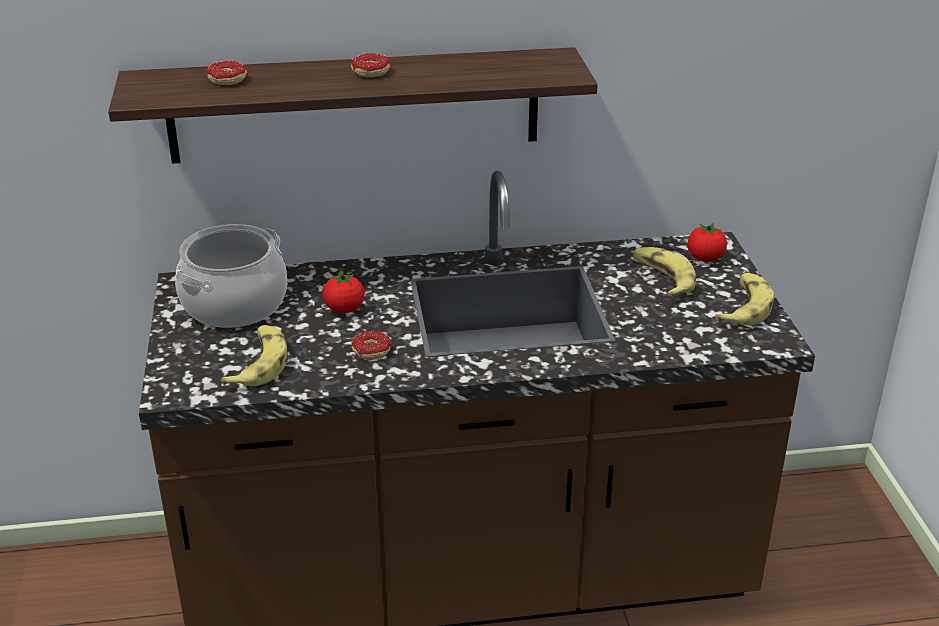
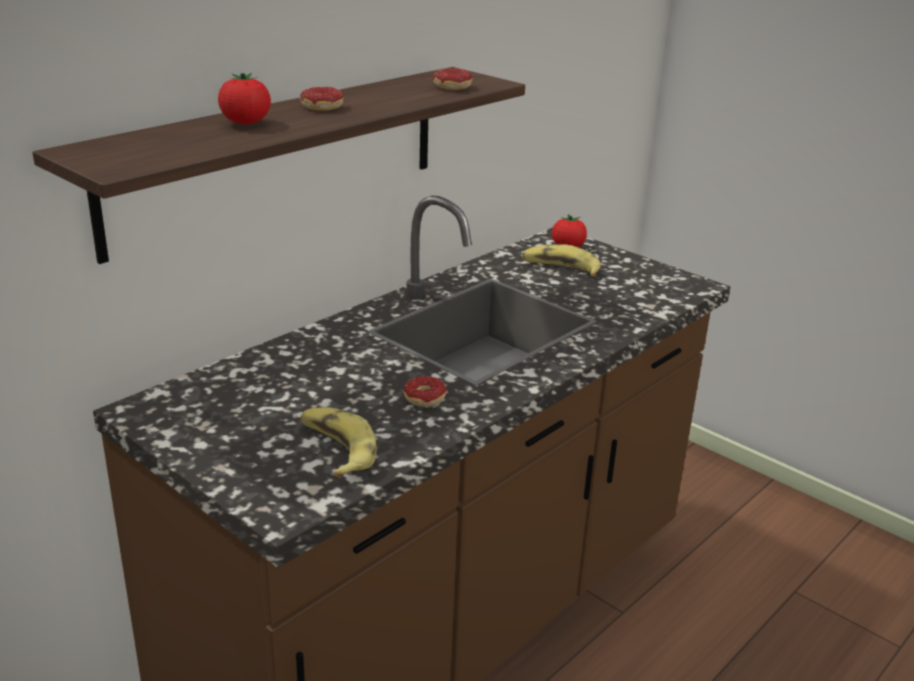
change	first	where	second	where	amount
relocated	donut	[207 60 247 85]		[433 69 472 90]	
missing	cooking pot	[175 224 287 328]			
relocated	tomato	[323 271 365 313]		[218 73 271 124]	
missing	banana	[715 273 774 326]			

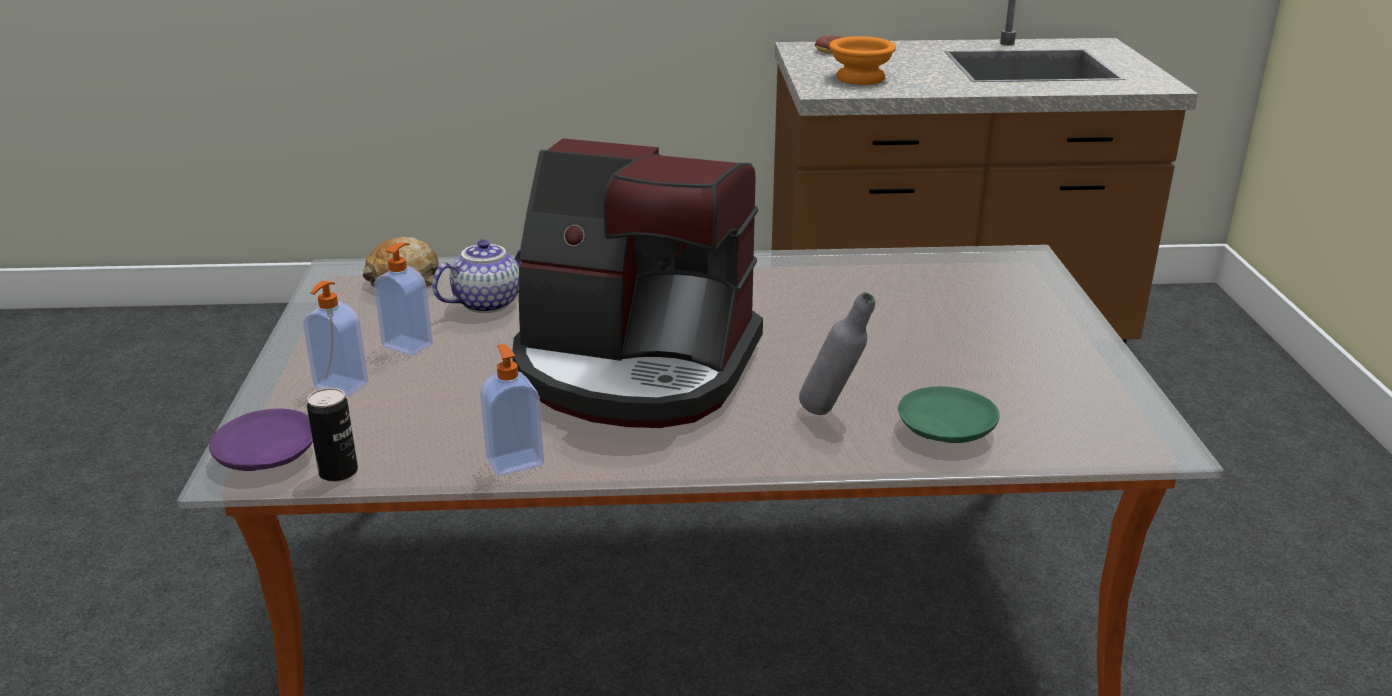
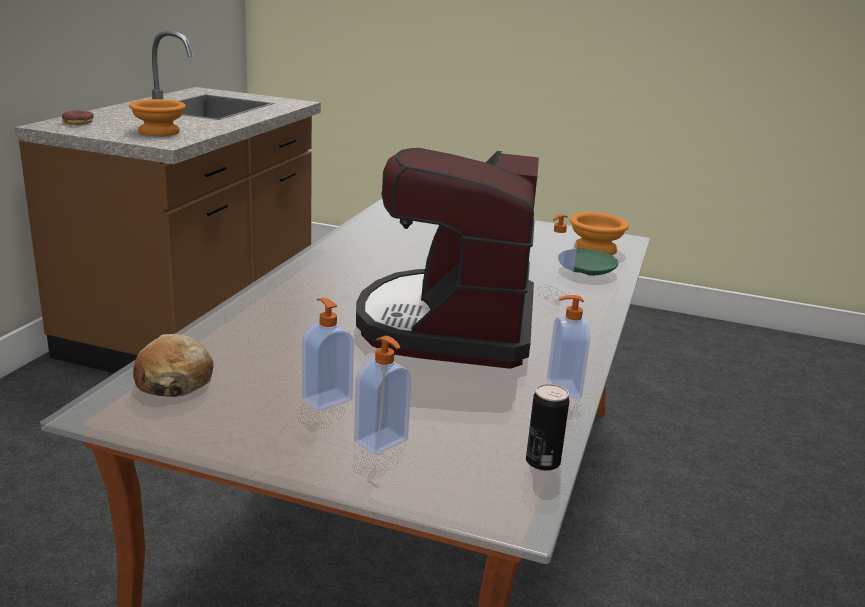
change	first	where	second	where	amount
spun	coffee machine	[512 138 763 428]		[356 148 539 369]	150 degrees clockwise
missing	teapot	[432 239 522 313]			
exchanged	grey bottle	[799 292 875 415]	soap dispenser	[535 214 577 296]	
missing	purple plate	[209 408 313 471]			
appeared			orange bowl	[570 212 629 255]	

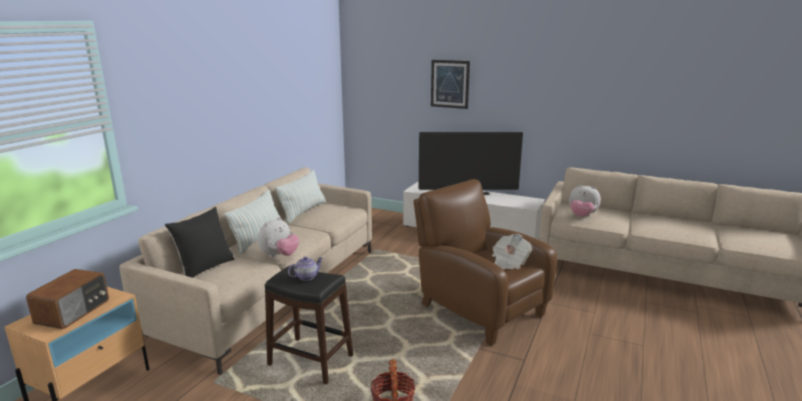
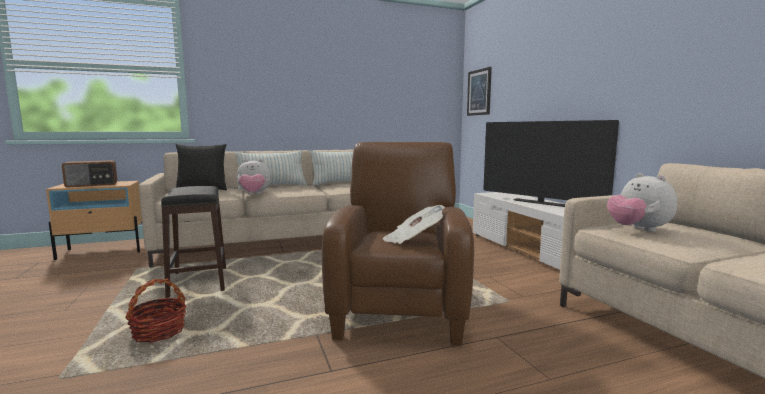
change	first	where	second	where	amount
relocated	picture	[431 60 470 109]		[467 67 492 116]	
missing	teapot	[288 257 323 281]			

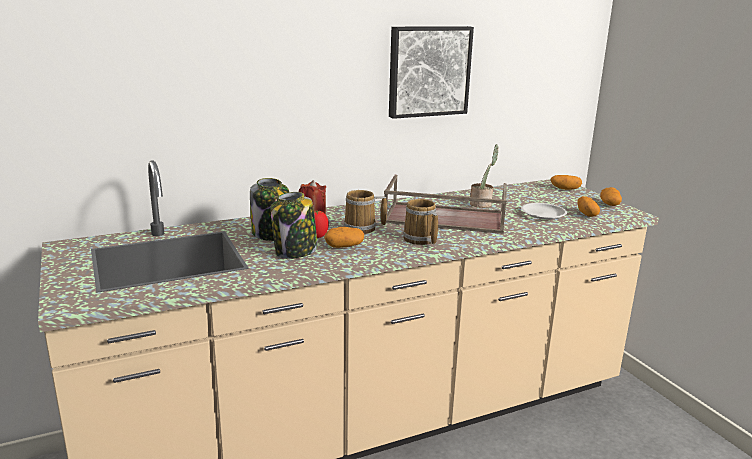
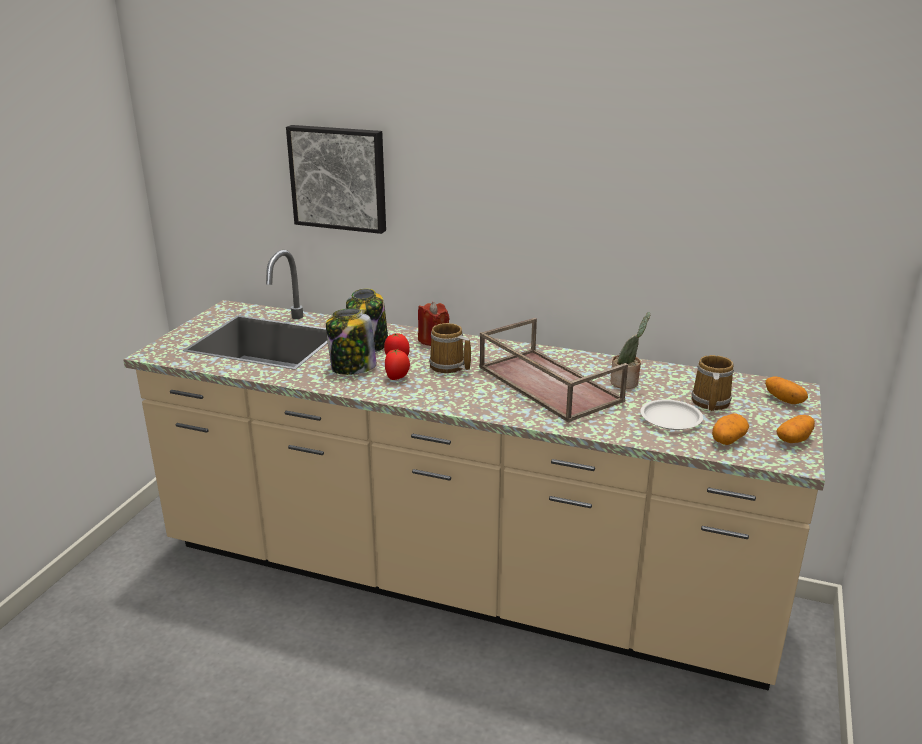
change	first	where	second	where	amount
relocated	picture	[389 26 474 119]		[286 125 386 234]	
relocated	mug	[403 199 438 245]		[692 355 734 412]	
exchanged	potato	[324 227 364 248]	tomato	[385 349 410 380]	

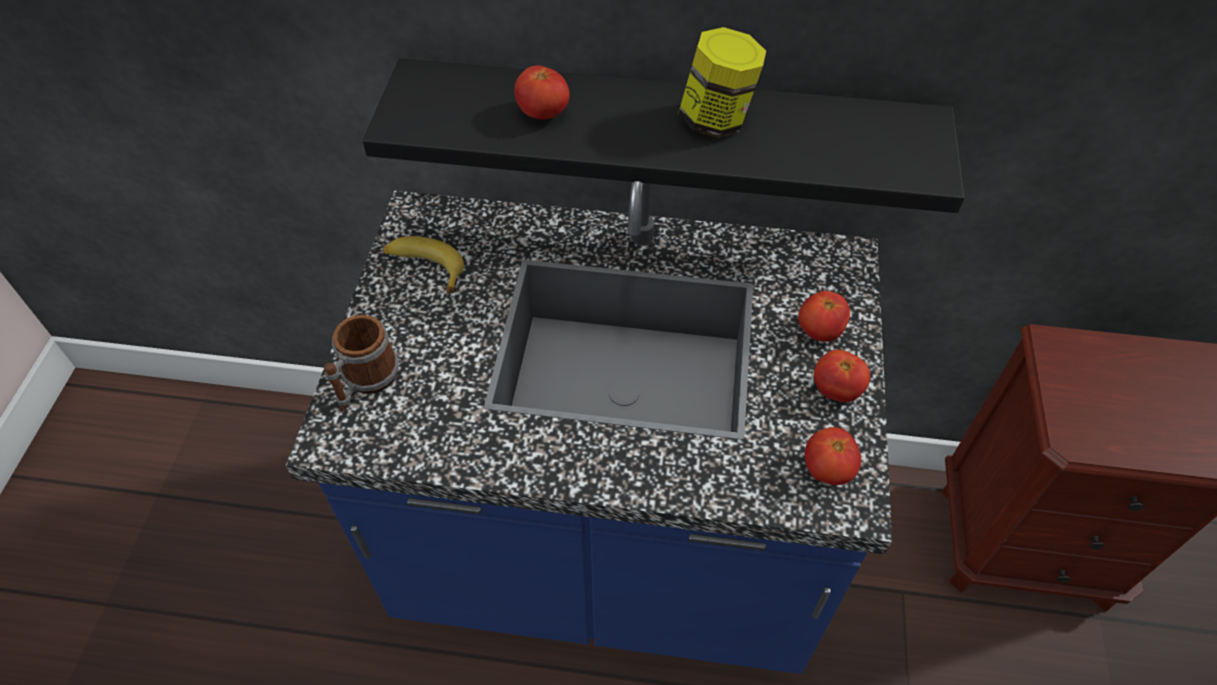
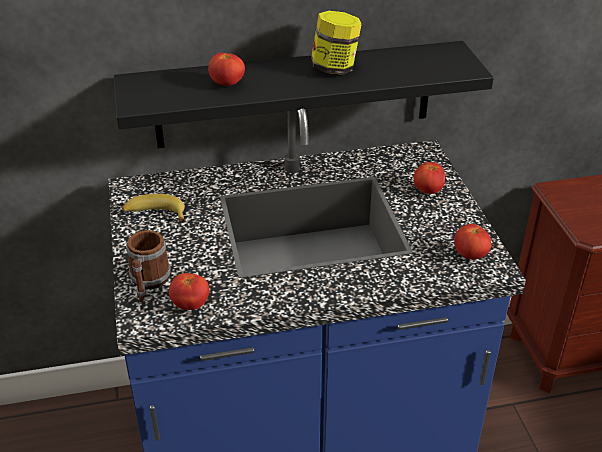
change	first	where	second	where	amount
relocated	tomato	[814 350 870 402]		[169 273 209 310]	

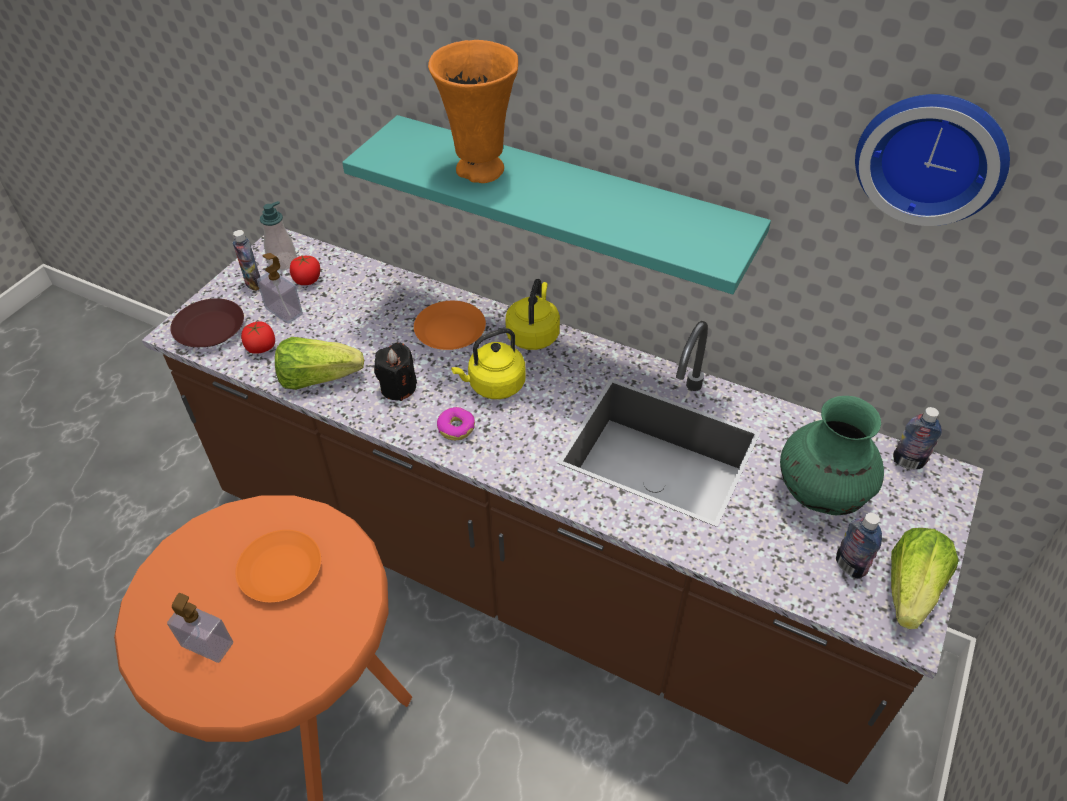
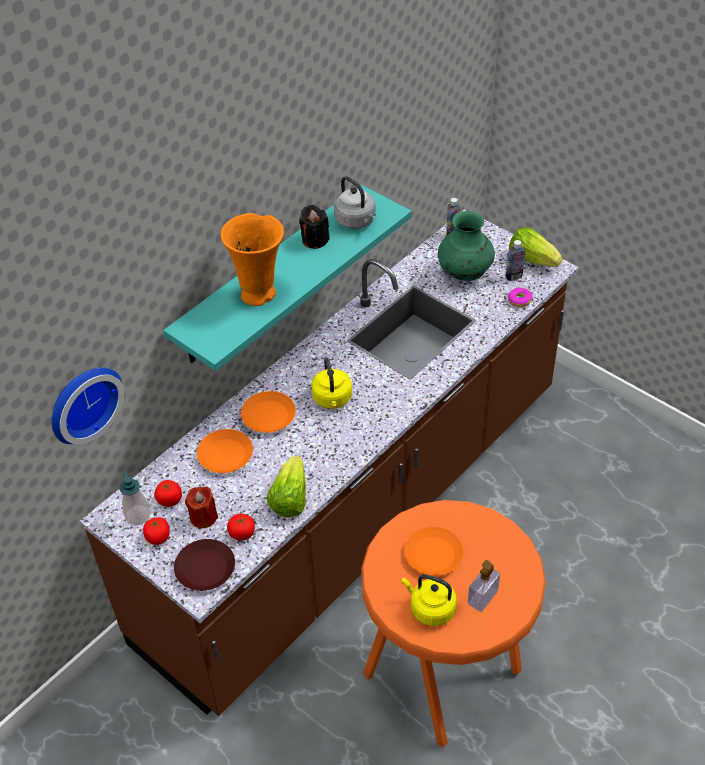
change	first	where	second	where	amount
relocated	wall clock	[855 94 1010 226]		[52 367 124 445]	
exchanged	bottle	[233 230 260 291]	tomato	[143 517 170 545]	
exchanged	soap dispenser	[257 253 303 323]	red candle	[185 487 218 529]	
relocated	yellow kettle	[505 279 560 350]		[402 574 457 626]	
relocated	black candle	[374 342 417 401]		[299 205 330 249]	
relocated	donut	[437 407 475 440]		[508 288 533 307]	
appeared			grey kettle	[334 176 376 229]	
appeared			orange plate	[197 429 253 473]	

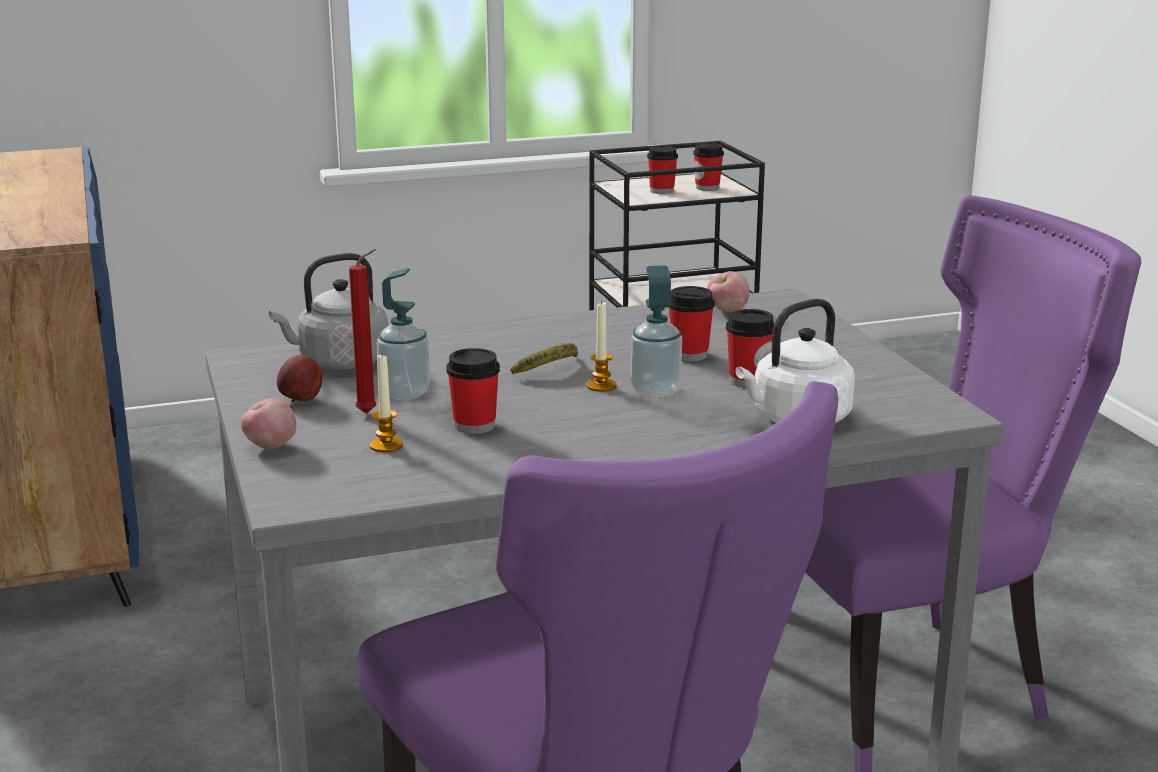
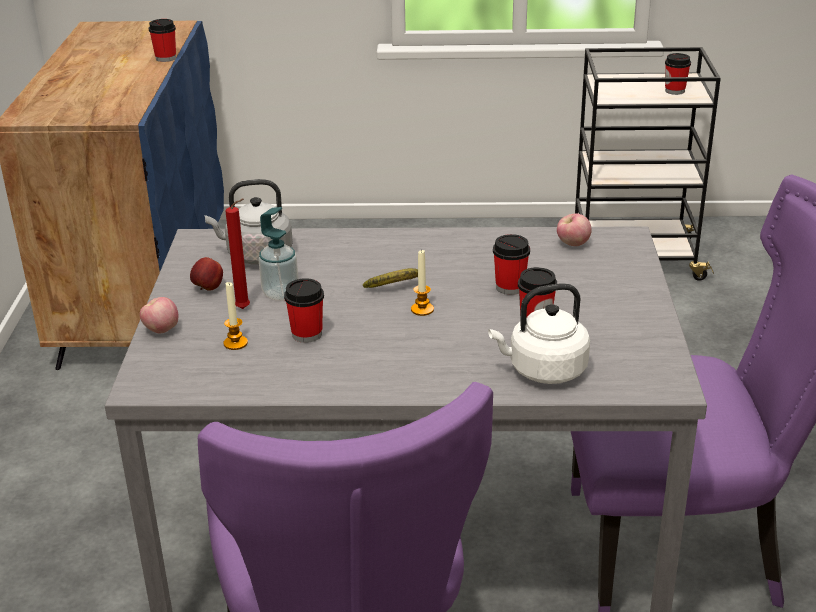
change	first	where	second	where	amount
relocated	cup	[647 146 678 194]		[148 19 176 62]	
missing	soap dispenser	[631 266 682 398]			

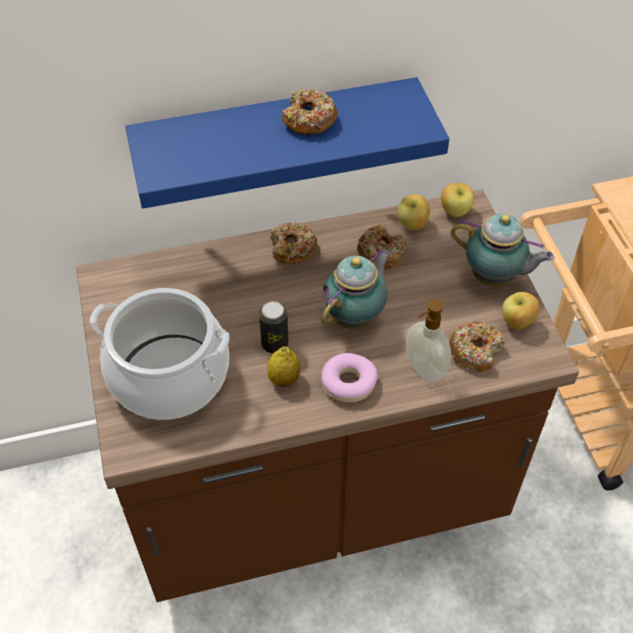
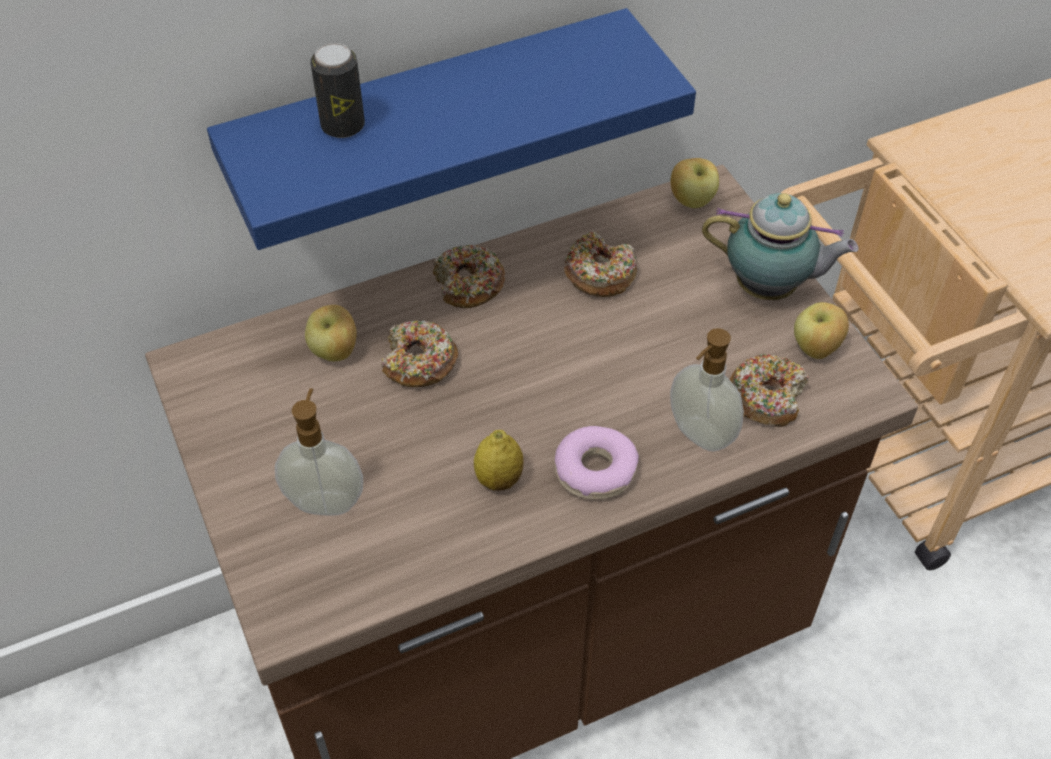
change	first	where	second	where	amount
relocated	donut	[282 89 338 135]		[381 320 458 387]	
relocated	apple	[398 194 430 230]		[305 305 357 361]	
missing	teapot	[322 249 391 329]			
exchanged	cooking pot	[90 288 229 420]	soap dispenser	[275 388 363 516]	
relocated	can	[259 301 289 353]		[310 43 365 138]	

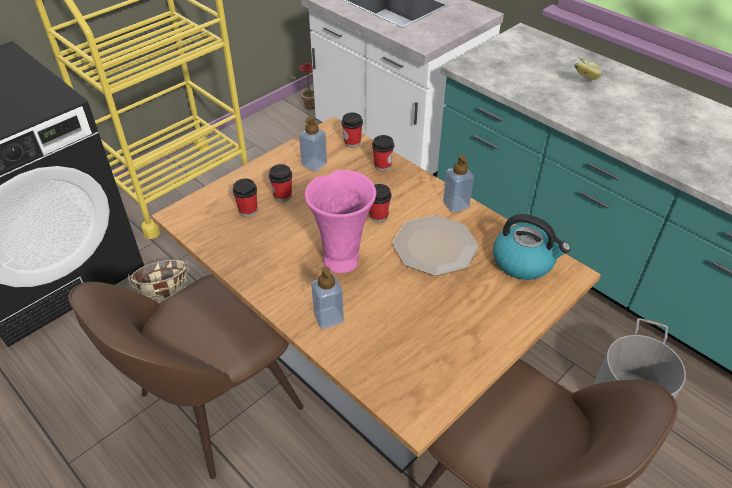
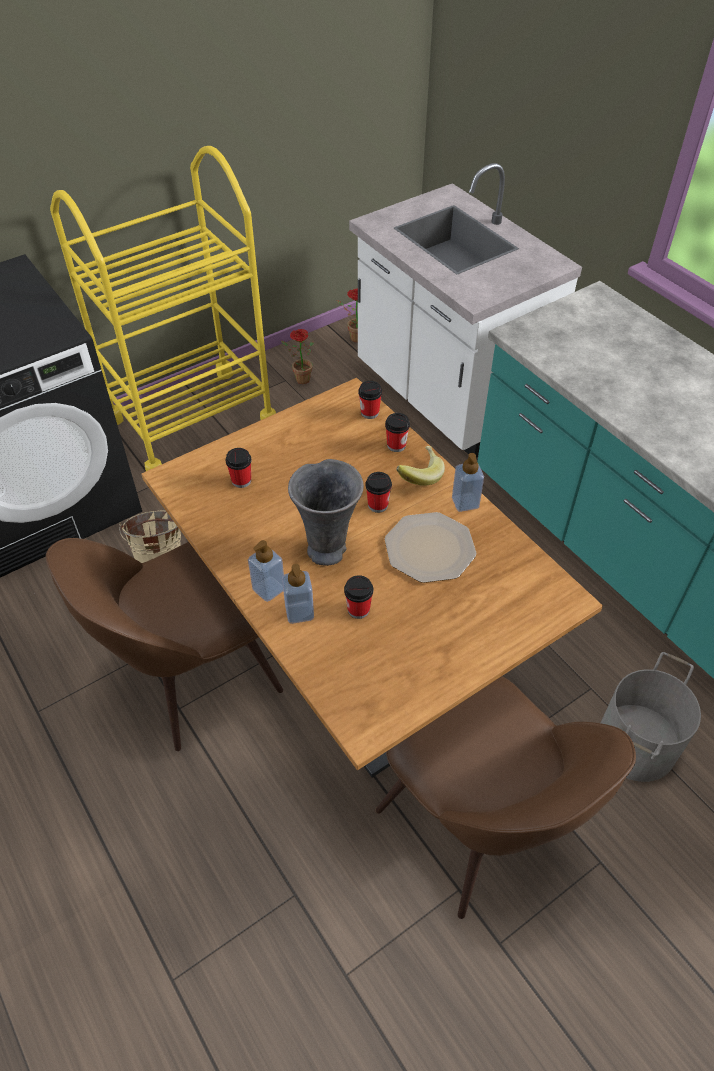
change	first	where	second	where	amount
relocated	banana	[574 57 602 80]		[396 446 445 486]	
relocated	soap dispenser	[299 116 327 172]		[248 540 284 602]	
relocated	cup	[269 164 292 202]		[344 575 373 619]	
colour	pink vase	[305 170 376 273]	grey vase	[288 459 364 566]	
missing	kettle	[493 214 570 280]			
appeared			potted plant	[281 329 314 384]	

